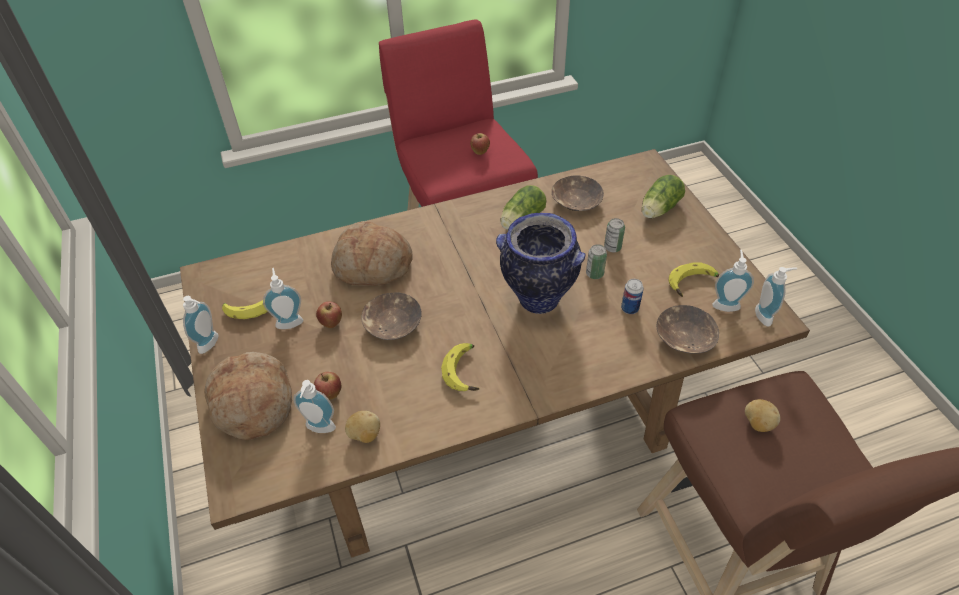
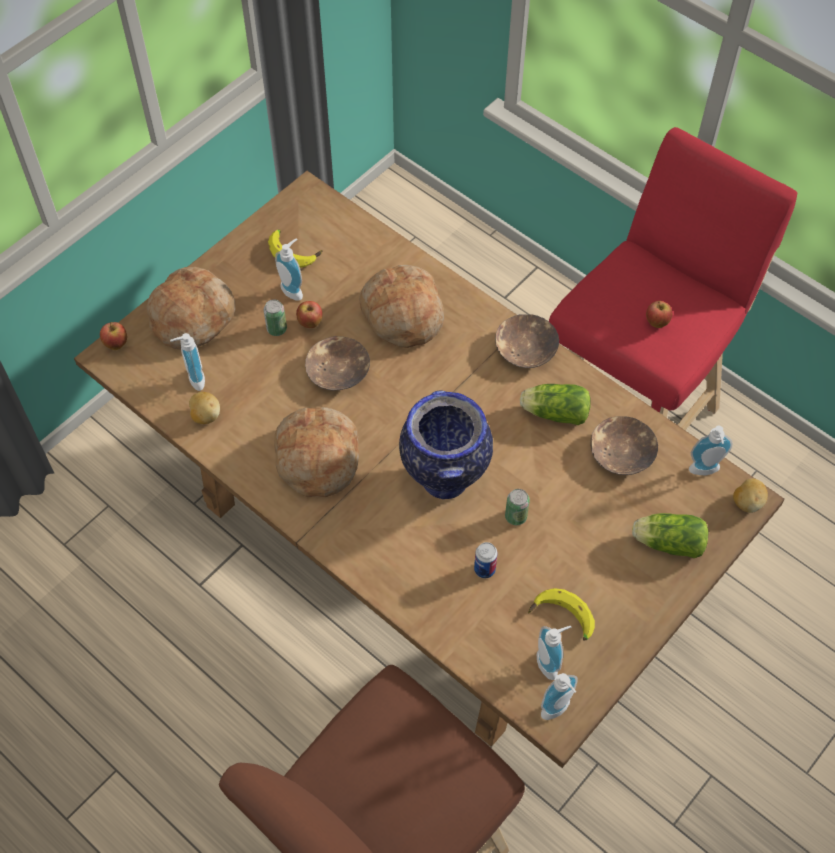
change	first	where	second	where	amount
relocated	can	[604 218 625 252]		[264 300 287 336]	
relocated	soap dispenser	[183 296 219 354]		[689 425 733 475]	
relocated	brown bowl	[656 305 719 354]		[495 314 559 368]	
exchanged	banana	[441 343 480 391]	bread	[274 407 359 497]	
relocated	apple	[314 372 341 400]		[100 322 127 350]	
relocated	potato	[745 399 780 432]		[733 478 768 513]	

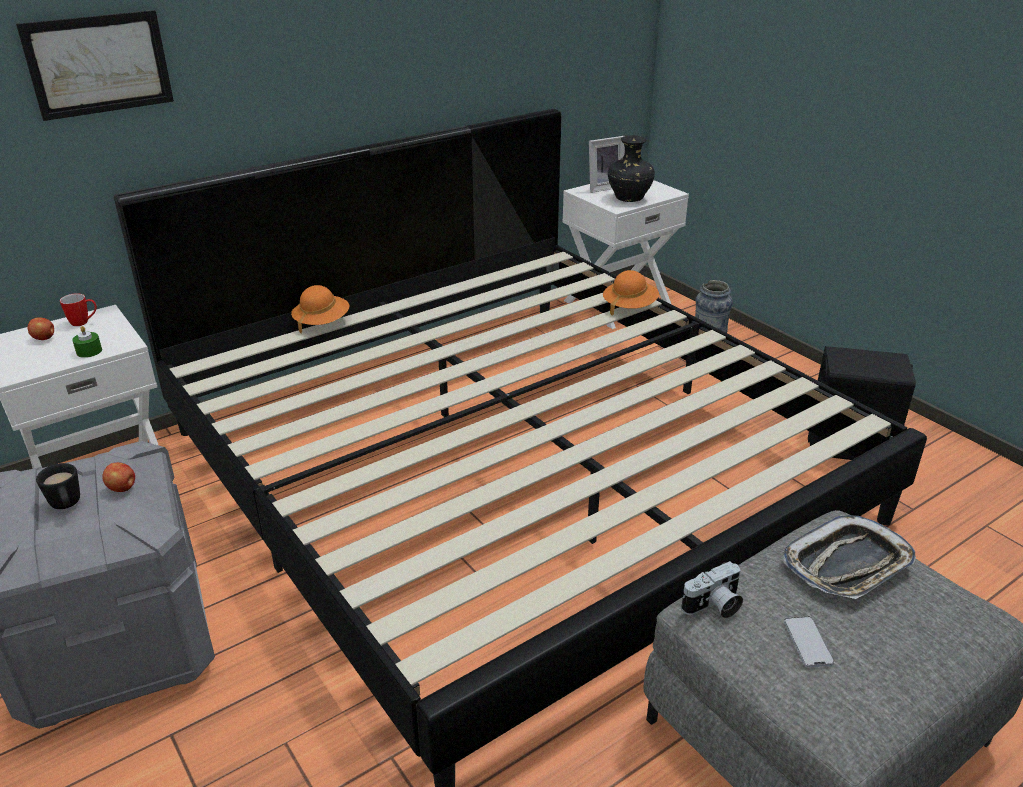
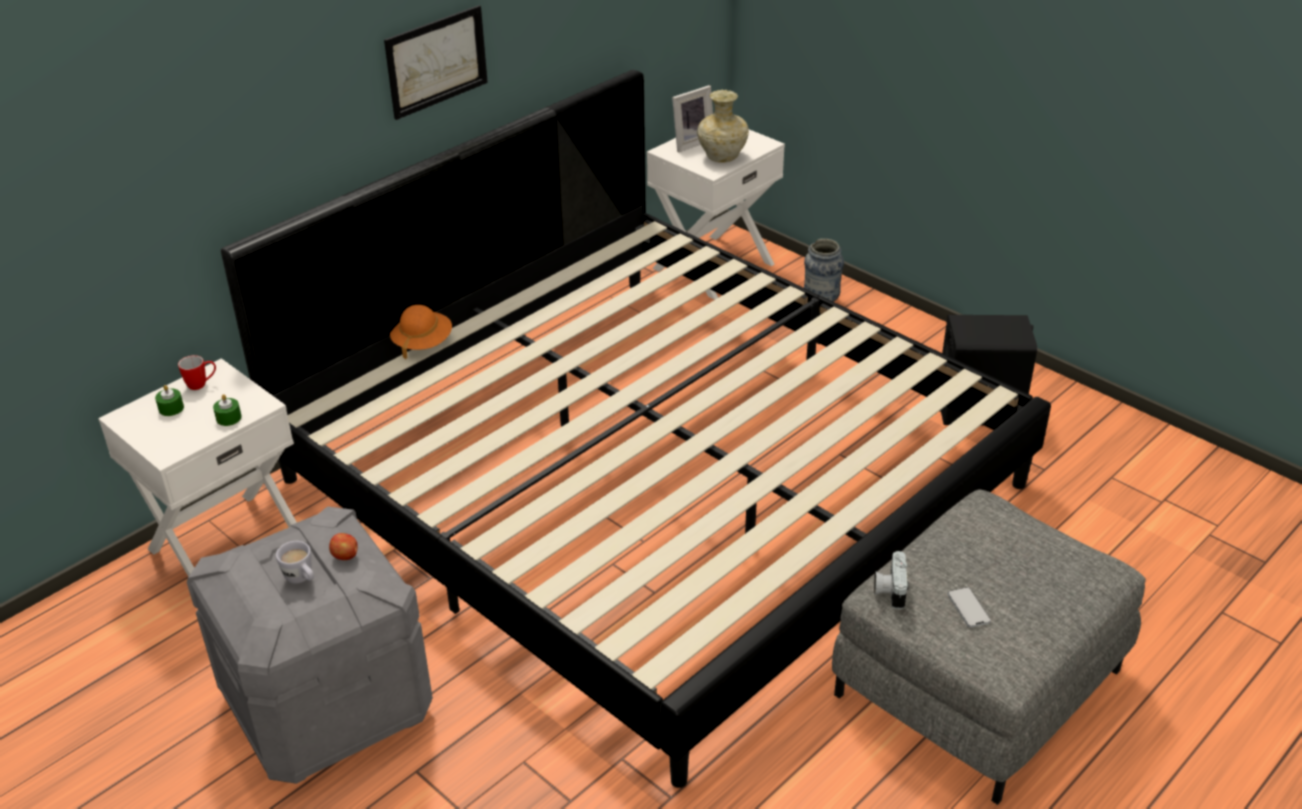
change	first	where	second	where	amount
relocated	picture	[16 10 174 121]		[384 5 488 120]	
colour	black vase	[608 135 655 202]	beige vase	[697 90 749 163]	
missing	orange hat	[603 270 659 316]			
exchanged	apple	[27 317 54 340]	green candle	[155 385 184 416]	
colour	black mug	[36 463 80 509]	white mug	[276 541 314 584]	
missing	tray	[782 515 916 599]			
spun	photo camera	[681 561 743 618]		[874 551 909 609]	135 degrees clockwise

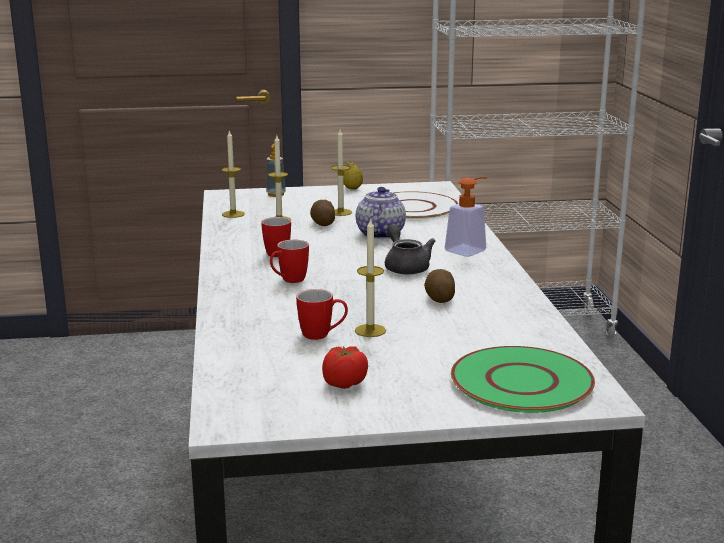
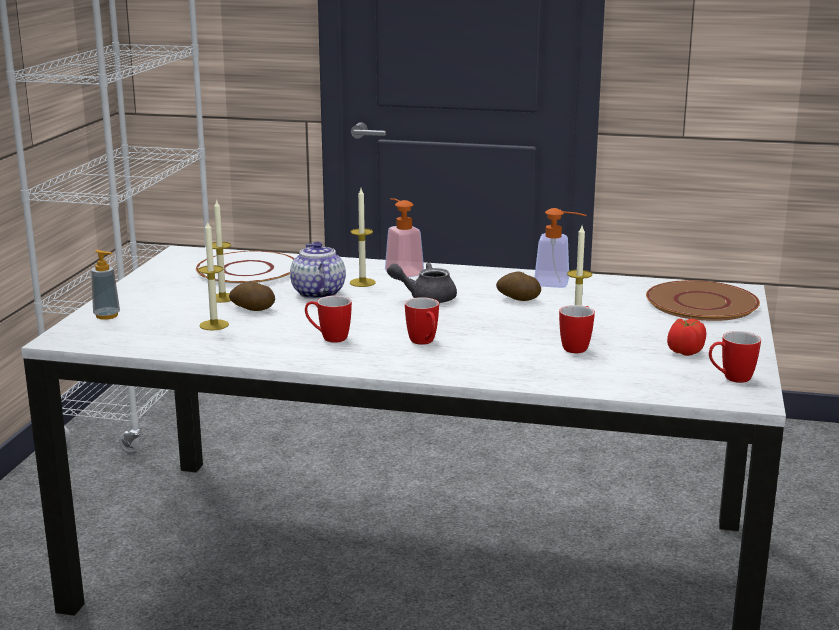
change	first	where	second	where	amount
relocated	candle	[221 131 245 218]		[350 188 376 287]	
missing	lemon	[343 162 363 190]			
spun	teapot	[356 187 406 239]		[290 241 346 299]	45 degrees clockwise
colour	green plate	[451 346 595 413]	brown plate	[646 280 760 321]	
appeared			soap dispenser	[534 208 587 288]	
appeared			mug	[709 331 761 383]	

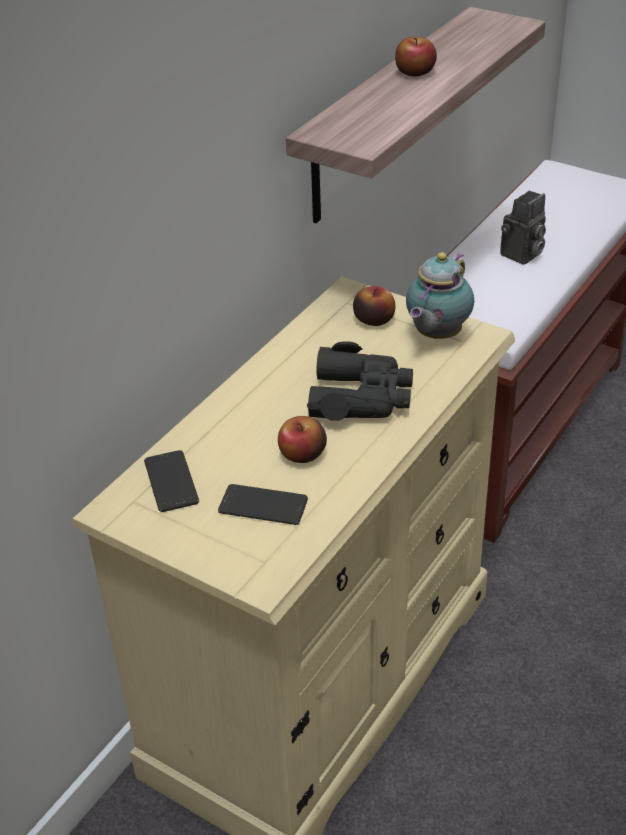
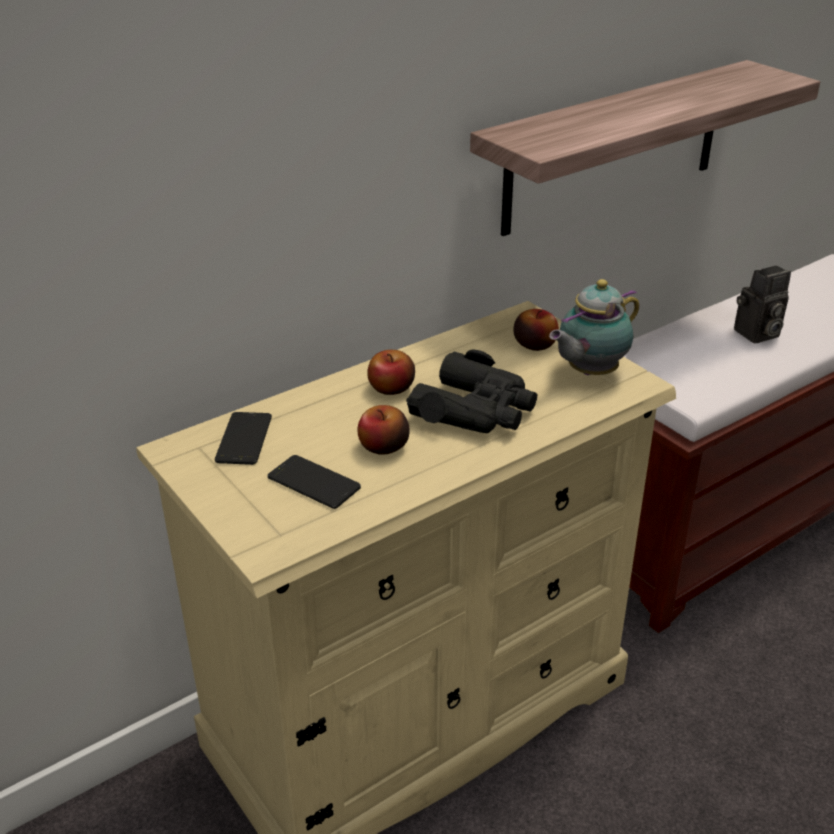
change	first	where	second	where	amount
relocated	apple	[395 37 437 77]		[367 350 415 395]	

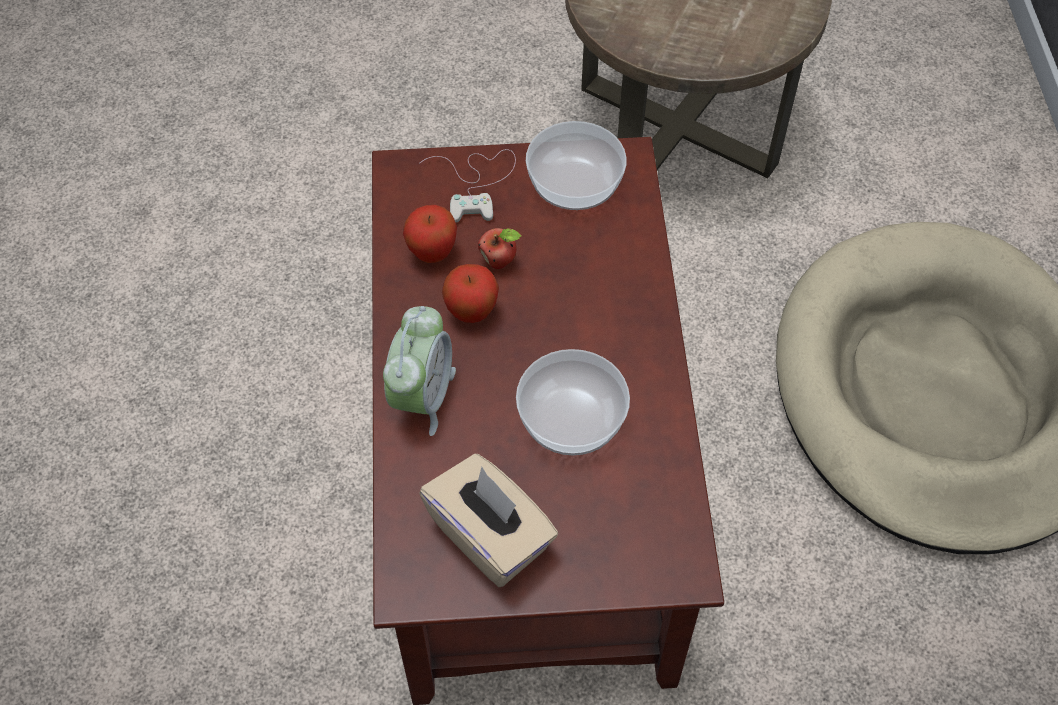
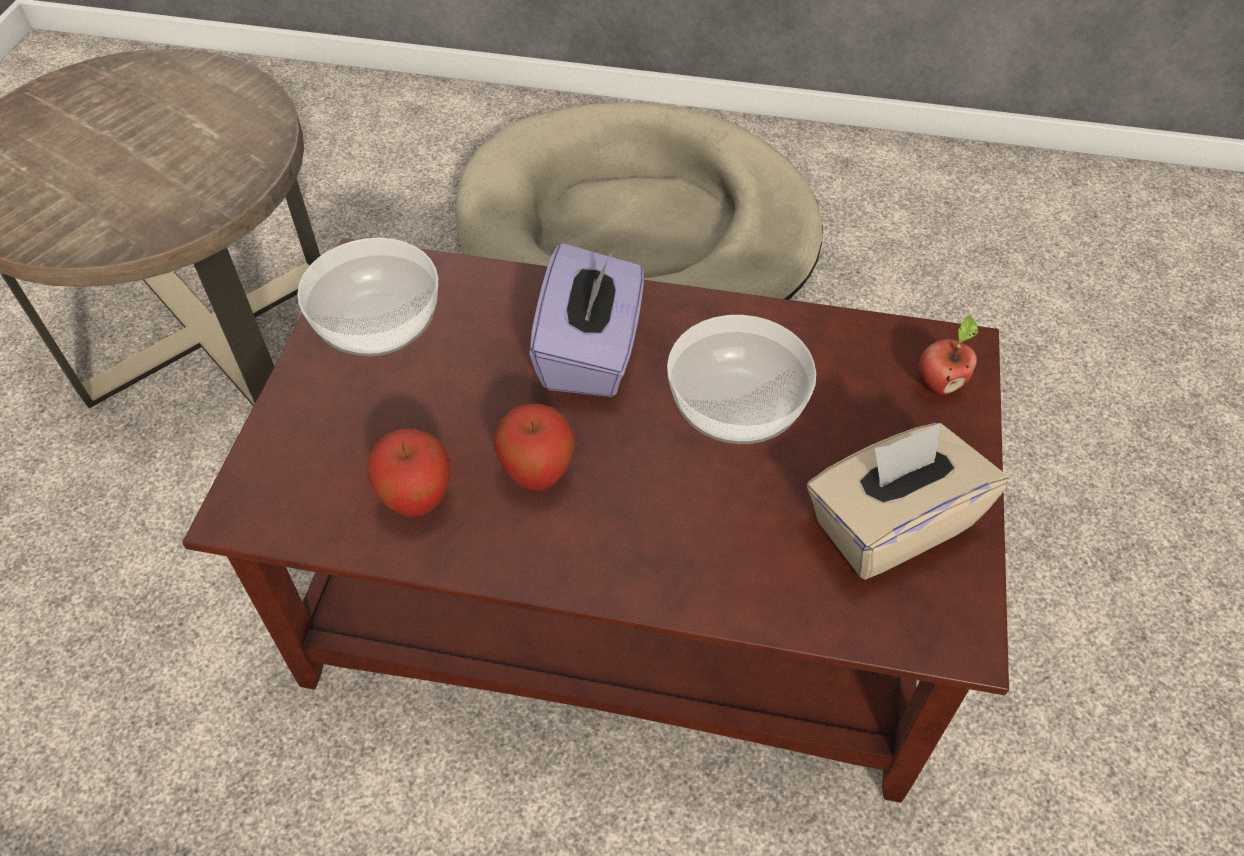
change	first	where	second	where	amount
missing	white game controller	[419 149 516 222]			
relocated	apple	[478 228 521 269]		[919 315 978 395]	
missing	alarm clock	[383 306 456 436]			
appeared			purple tissue box	[529 243 644 397]	

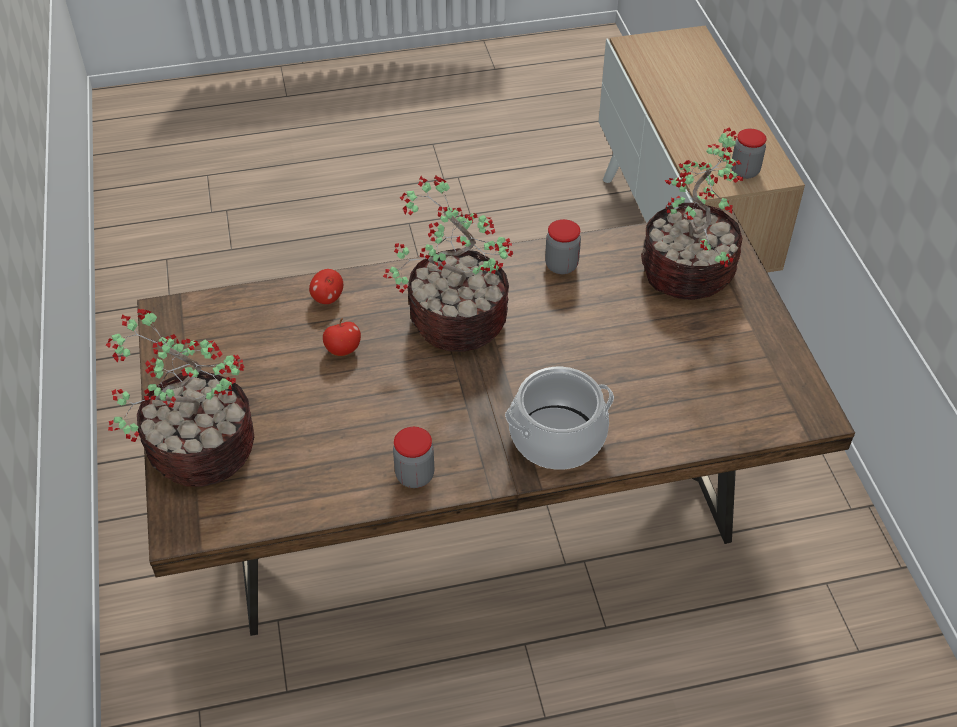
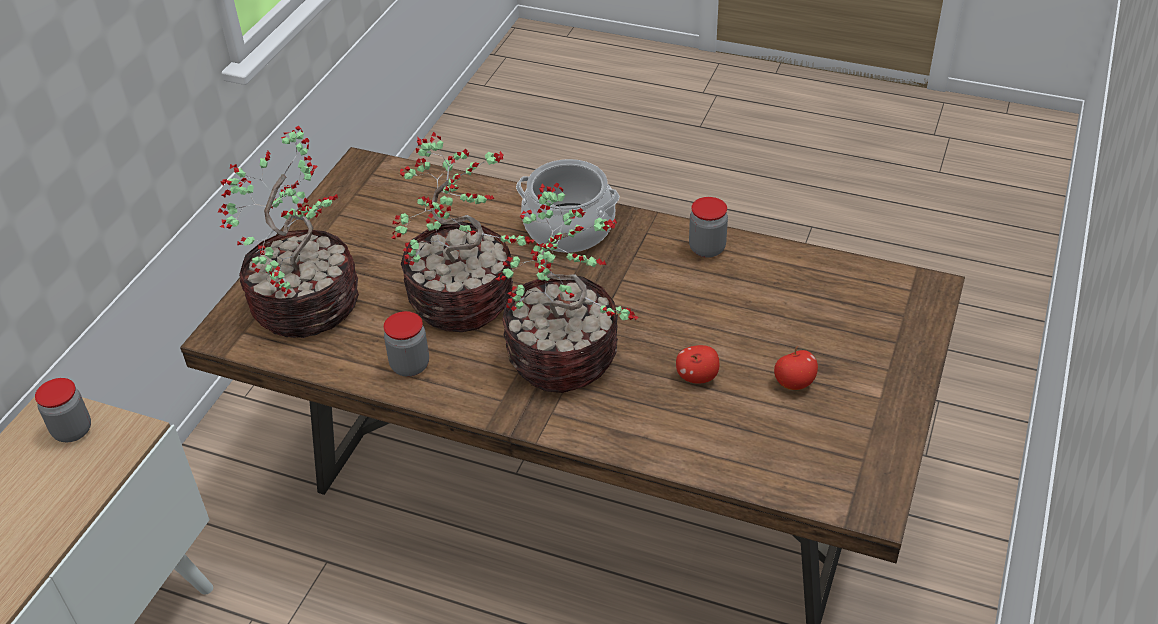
change	first	where	second	where	amount
relocated	apple	[309 269 343 304]		[774 346 818 390]	
relocated	potted plant	[106 308 254 487]		[392 132 535 332]	

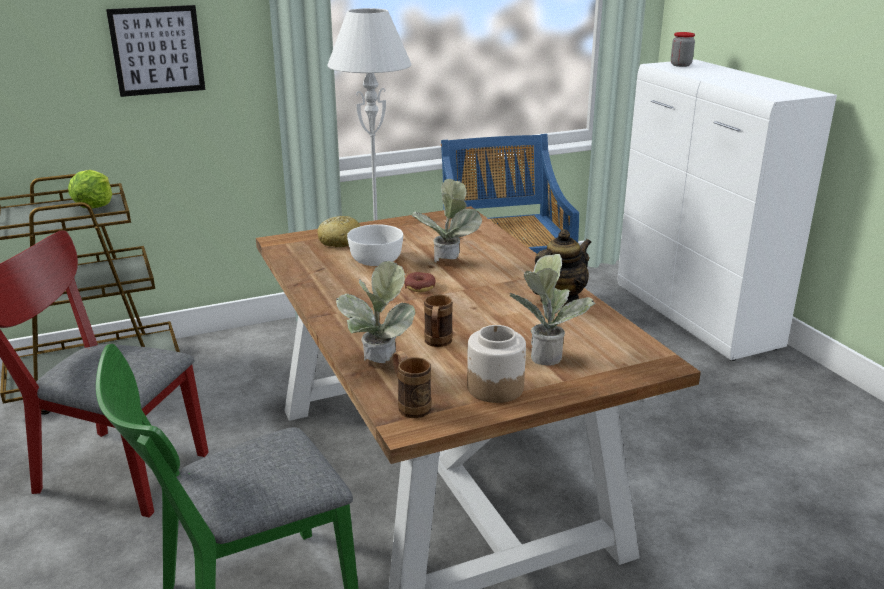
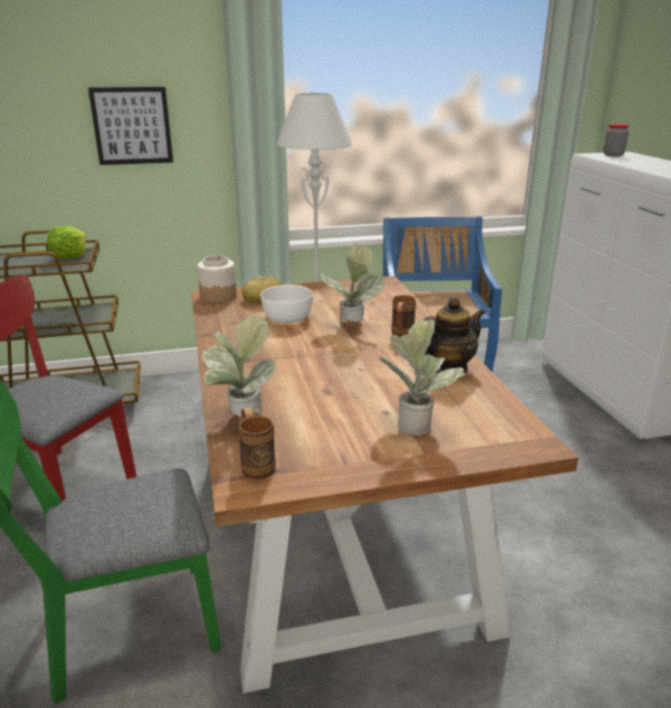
change	first	where	second	where	amount
missing	donut	[404 272 436 292]			
relocated	brown mug	[424 295 453 347]		[391 295 416 337]	
relocated	jar	[467 325 526 403]		[197 255 237 303]	

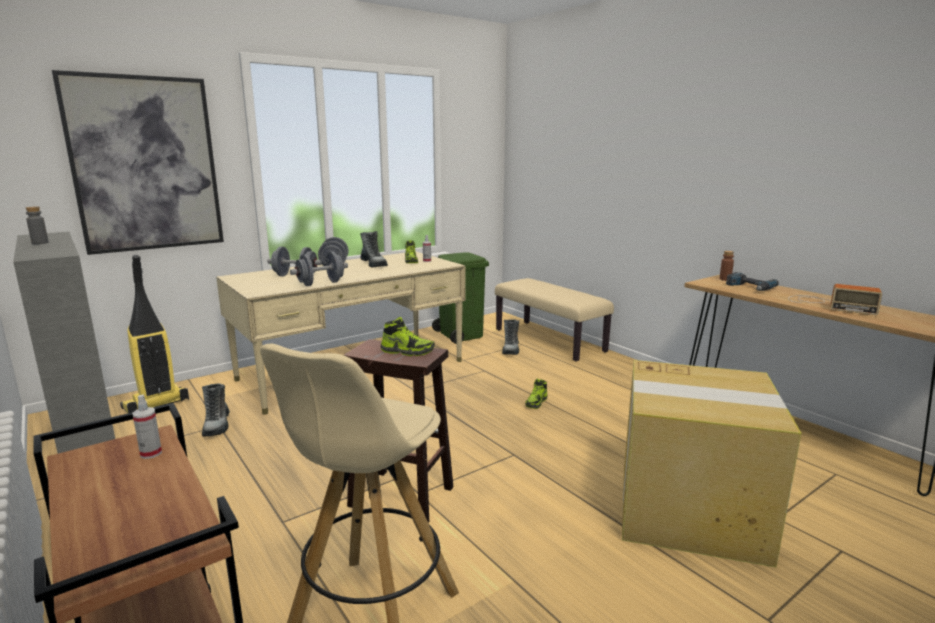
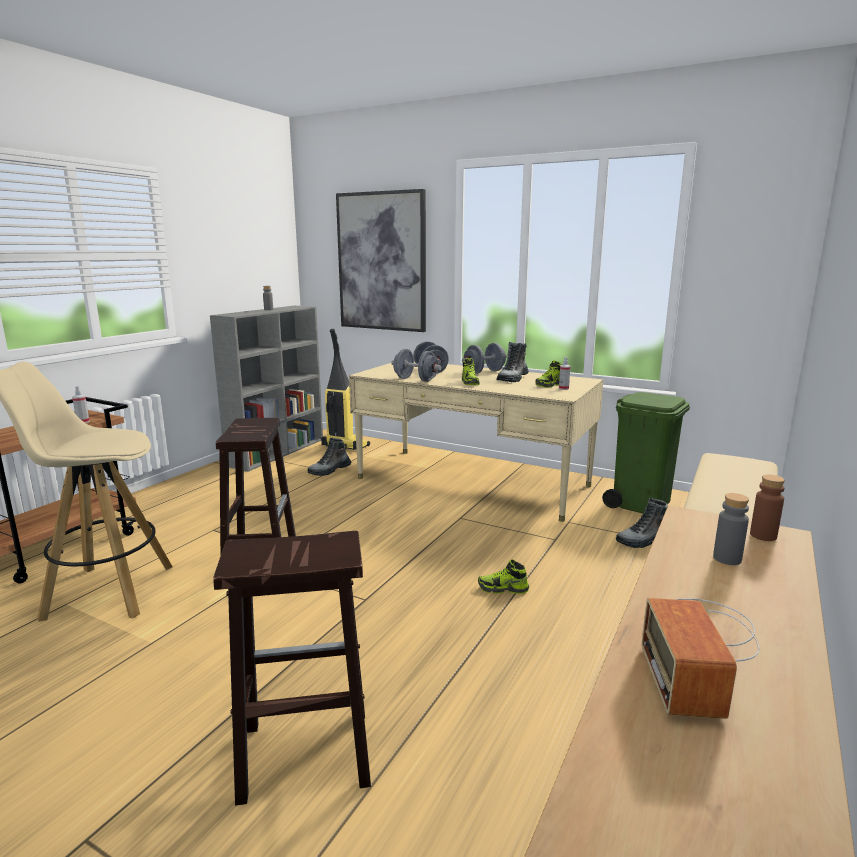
change	first	where	second	where	amount
exchanged	power drill	[726 272 779 291]	grey bottle	[713 493 749 565]	
relocated	shoe	[381 317 435 356]		[462 358 480 385]	
exchanged	cardboard box	[622 360 801 567]	brown stool	[213 531 371 805]	

